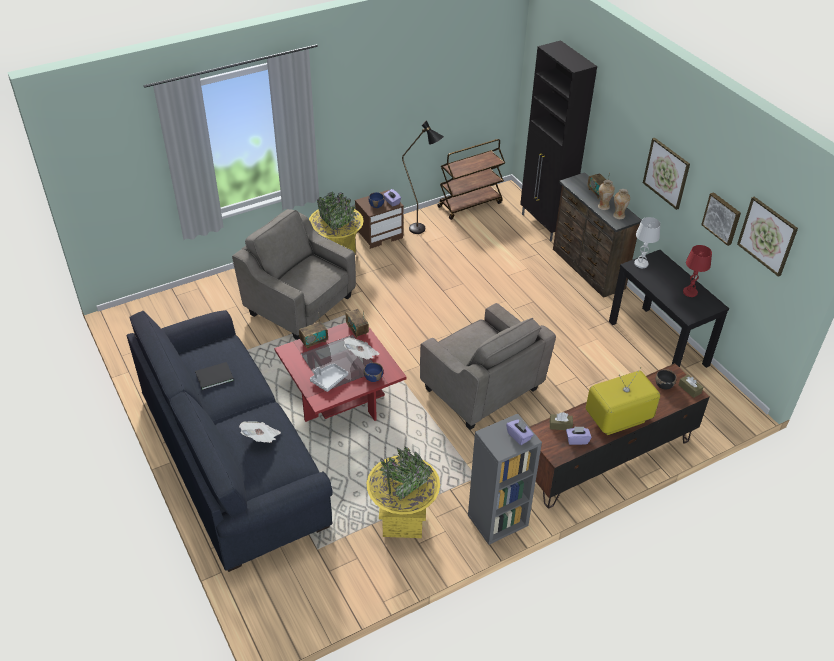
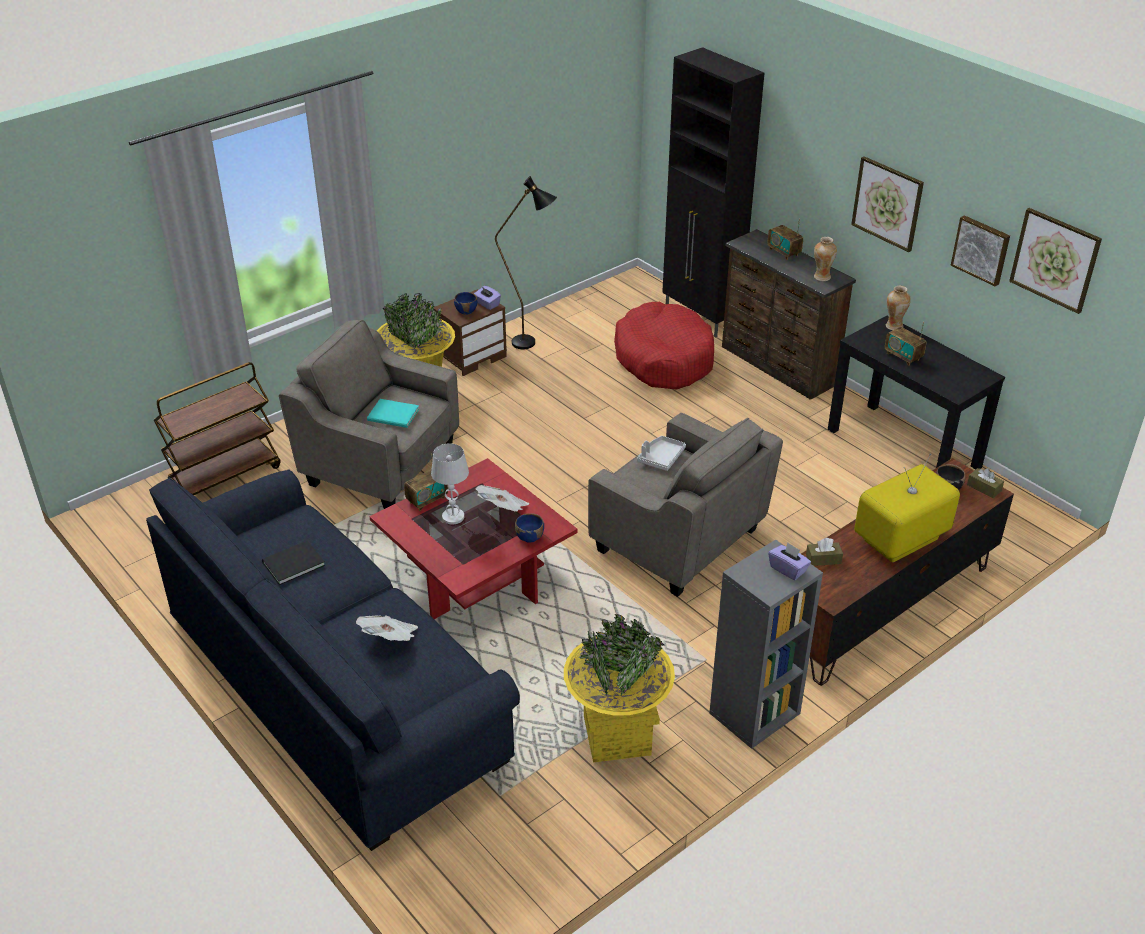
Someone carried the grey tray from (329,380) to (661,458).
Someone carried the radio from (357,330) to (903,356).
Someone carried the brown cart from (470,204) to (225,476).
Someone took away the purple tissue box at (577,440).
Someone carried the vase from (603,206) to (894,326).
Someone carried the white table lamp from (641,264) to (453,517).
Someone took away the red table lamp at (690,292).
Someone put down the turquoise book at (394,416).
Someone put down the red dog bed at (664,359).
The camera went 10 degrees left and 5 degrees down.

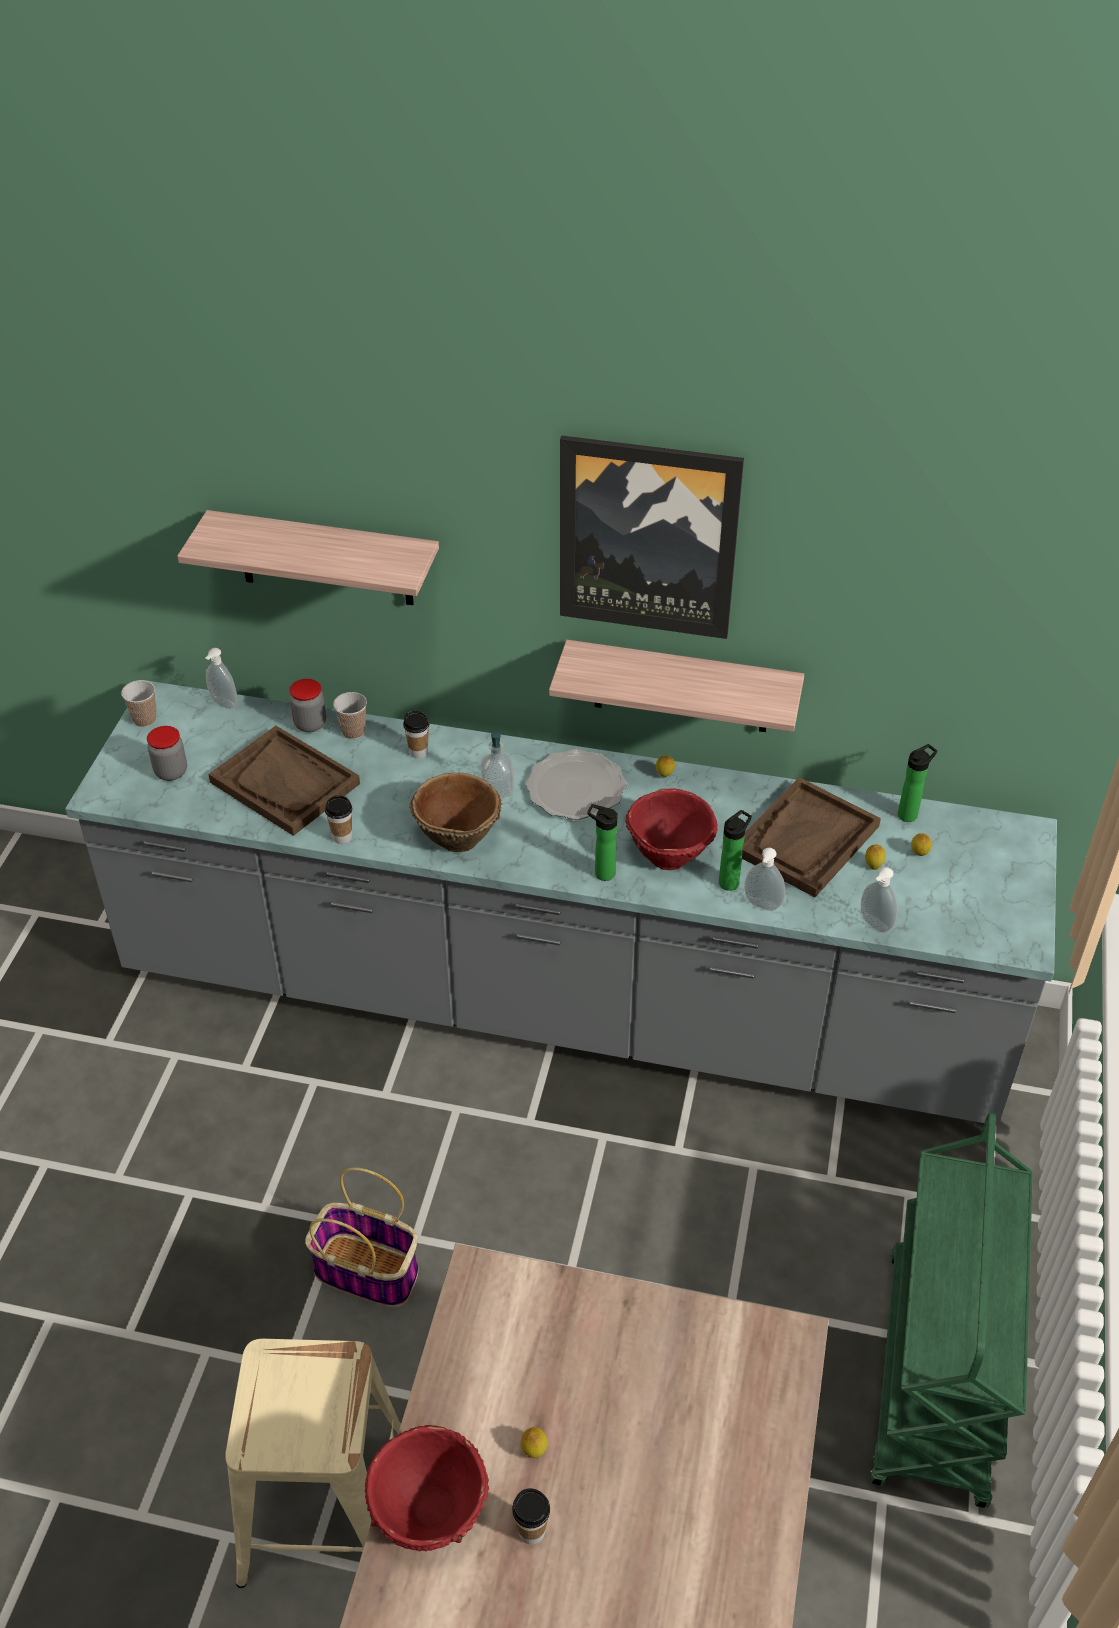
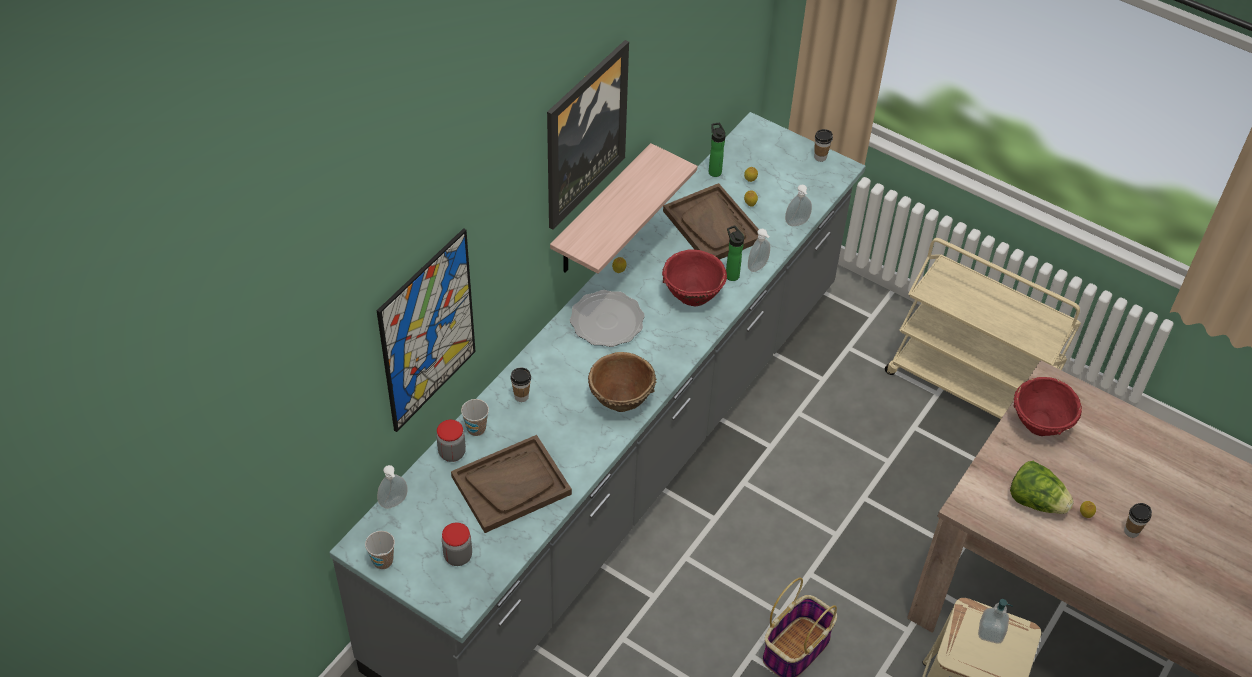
Someone swapped the shelf at (325,559) for the picture at (427,331).
Someone carried the cup from (342,837) to (820,157).
Someone carried the red bowl from (429,1512) to (1040,424).
Someone carried the soap dispenser from (497,788) to (990,632).
Someone took away the bottle at (601,872).
Someone repainted the green cart at (936,1378), which became the beige cart at (969,387).
Someone put down the lettuce at (1035,501).
The camera went 70 degrees left and 5 degrees up.

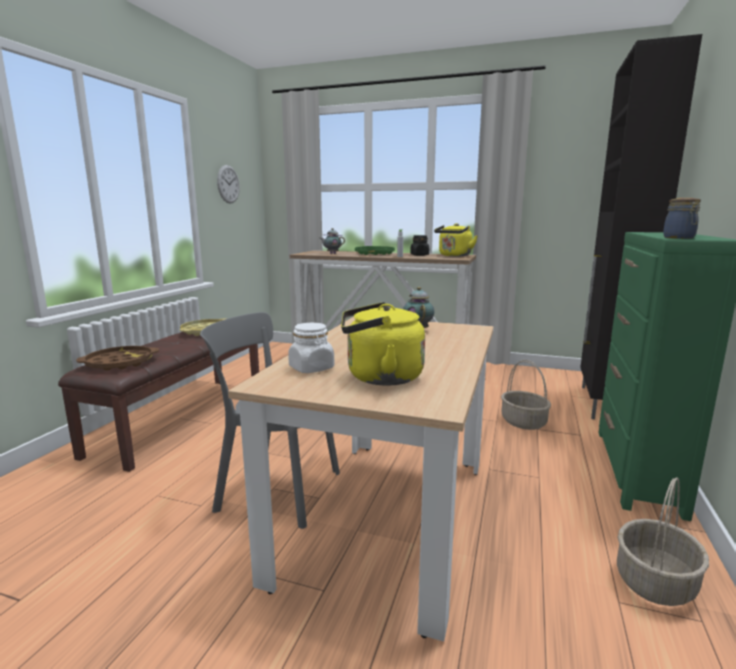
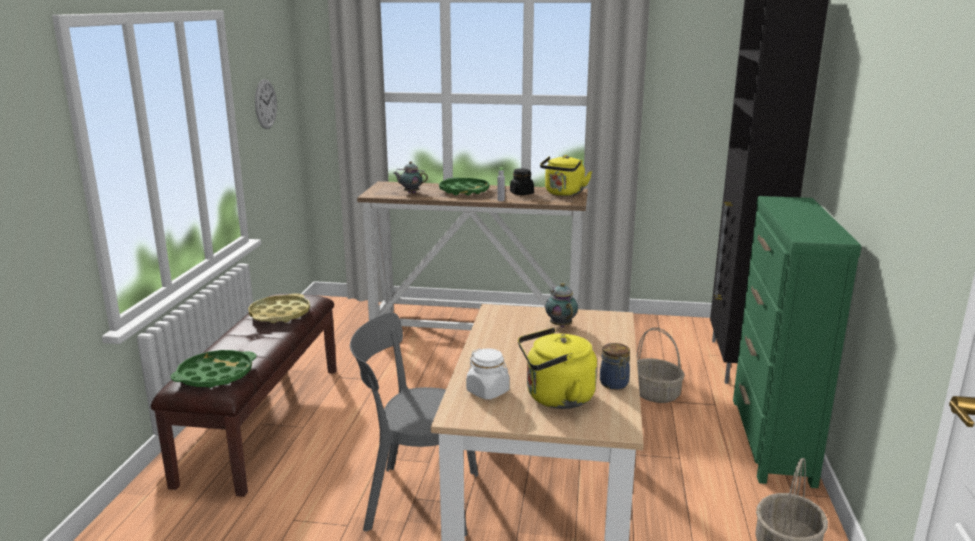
Someone repainted the brown tray at (120,363), which became the green tray at (215,375).
Someone carried the jar from (679,238) to (614,384).
The camera went 10 degrees left and 5 degrees up.

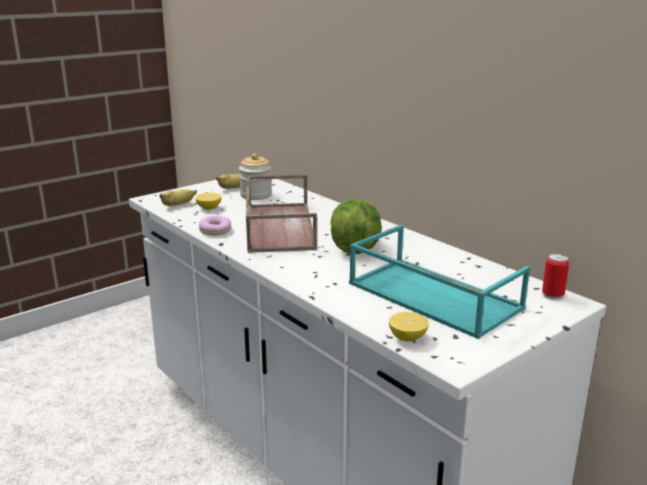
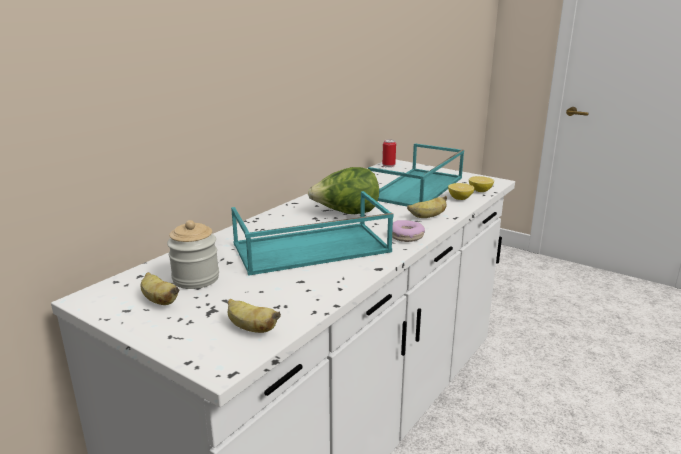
Someone carried the lemon from (209,208) to (460,198).
Someone carried the donut from (215,231) to (406,236).
Someone repainted the brown tray at (278,226), which became the turquoise tray at (310,249).
Someone put down the banana at (427,217).
The camera went 105 degrees left and 0 degrees up.

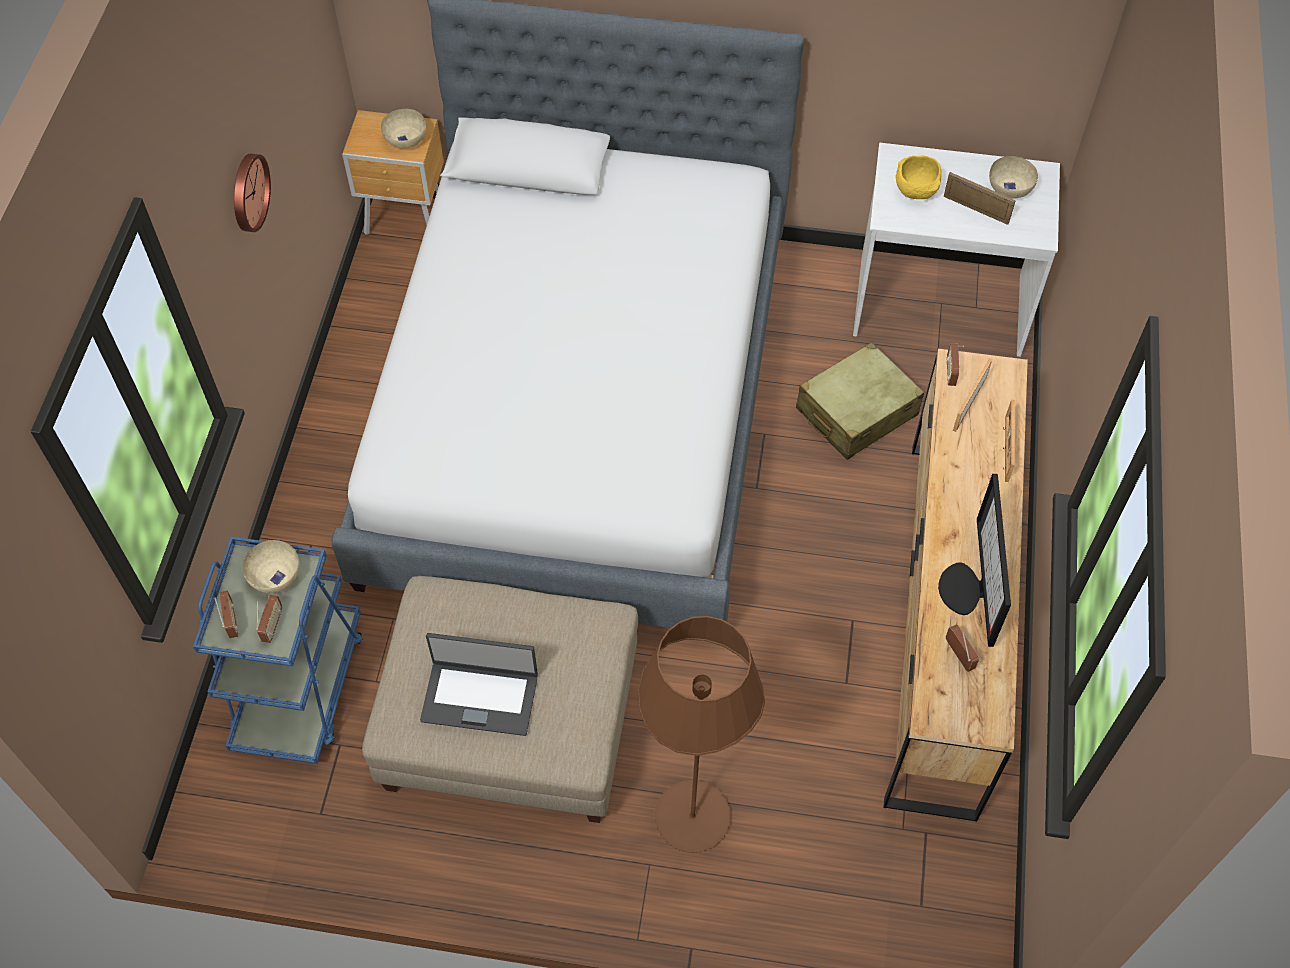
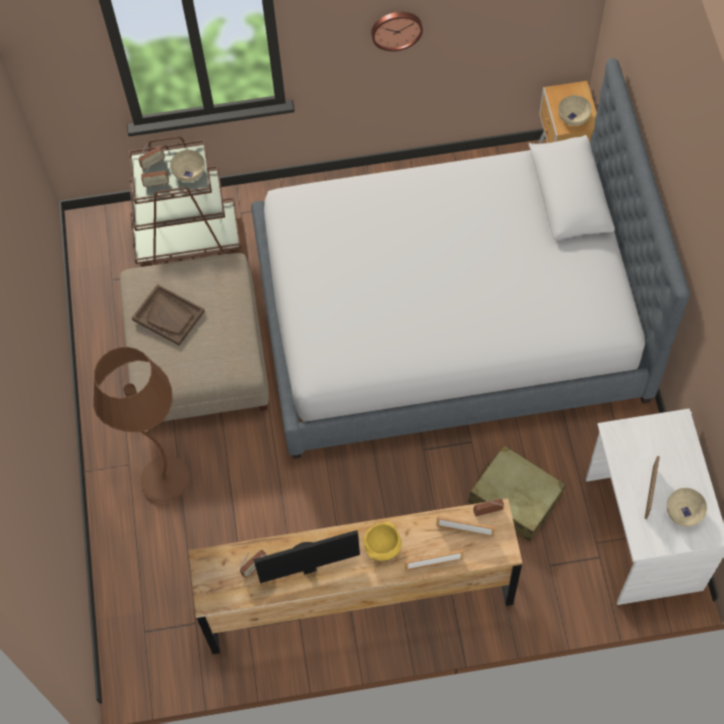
Someone repainted the blue cart at (299,686), which became the brown cart at (187,238).
Someone swapped the laptop at (480,697) for the brown tray at (169,316).
Someone carried the yellow bowl from (917,192) to (382,548).
The camera went 75 degrees right and 5 degrees up.

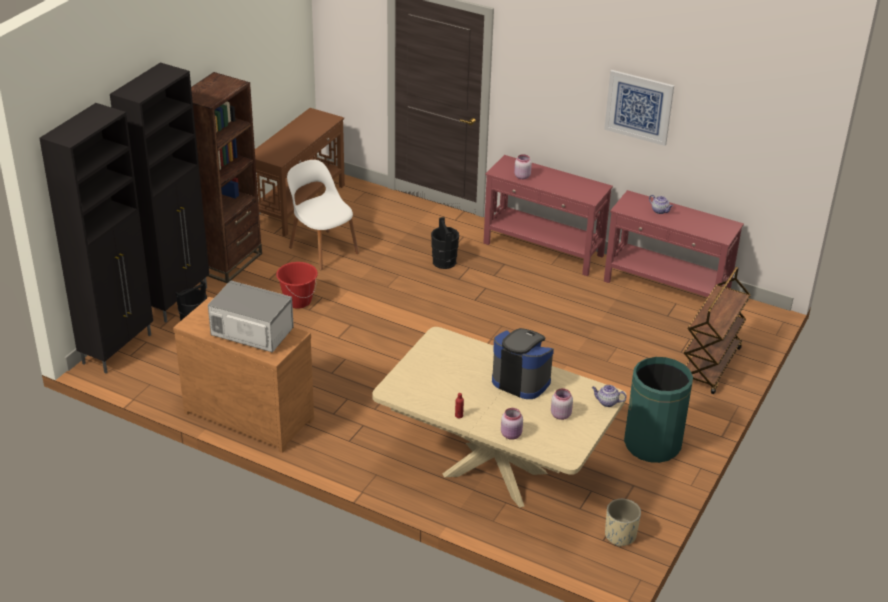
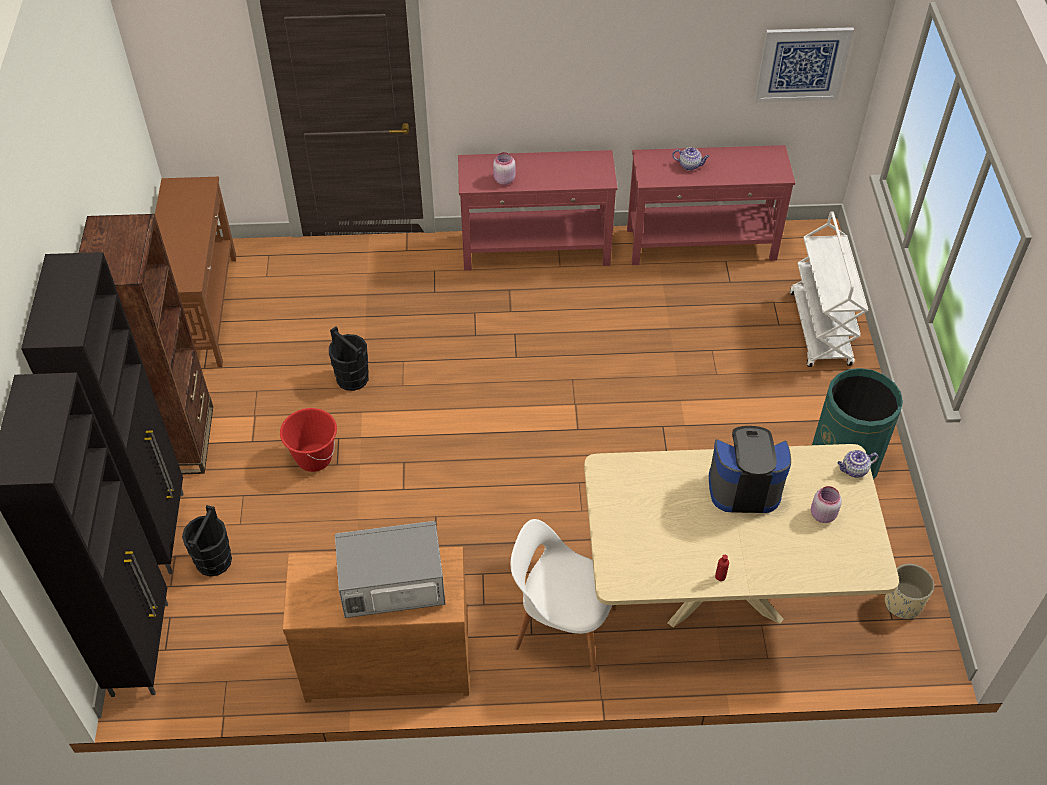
Someone carried the white chair from (322,249) to (562,626).
Someone carried the black bucket from (444,262) to (352,378).
Someone took away the pink jar at (511,435).
Someone carried the picture from (639,107) to (802,64).
Someone repainted the brown cart at (710,366), which became the white cart at (820,329).
The camera went 30 degrees left and 15 degrees up.

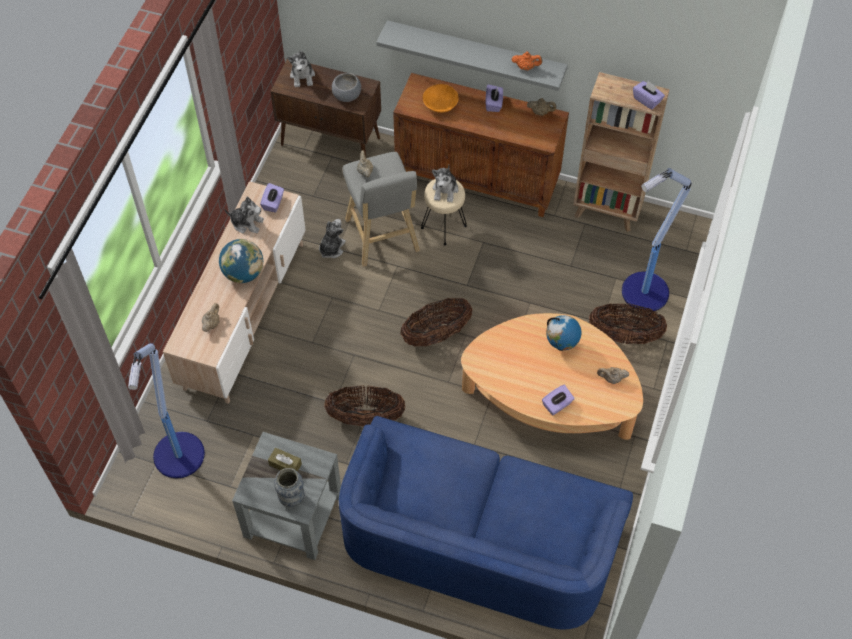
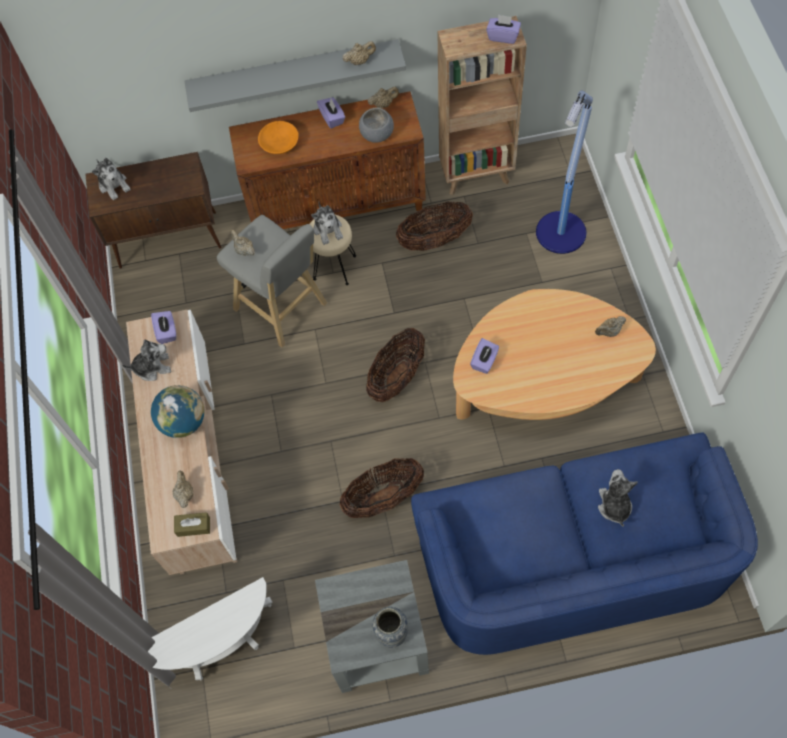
Someone swapped the floor lamp at (179,457) for the white side table at (221,647).
Someone carried the brown tissue box from (285,464) to (193,526).
Someone carried the plush toy from (331,248) to (614,505).
Someone carried the grey bowl from (347,95) to (377,134).
Someone repainted the orange teapot at (526,67), which became the beige teapot at (359,61).
Someone carried the purple tissue box from (557,405) to (484,361).
Someone took away the globe at (561,346).
Someone carried the basket from (624,336) to (434,240).
The camera went 25 degrees left and 5 degrees up.

